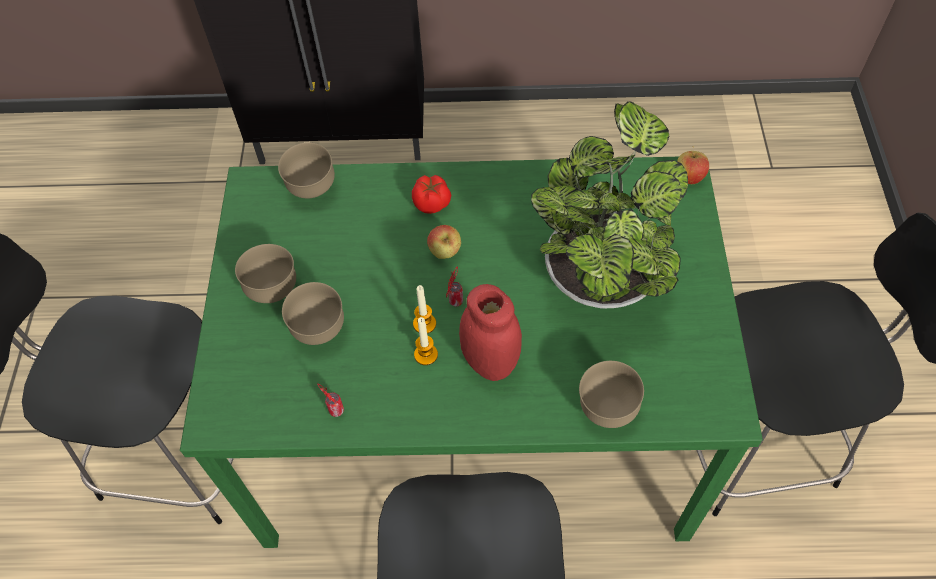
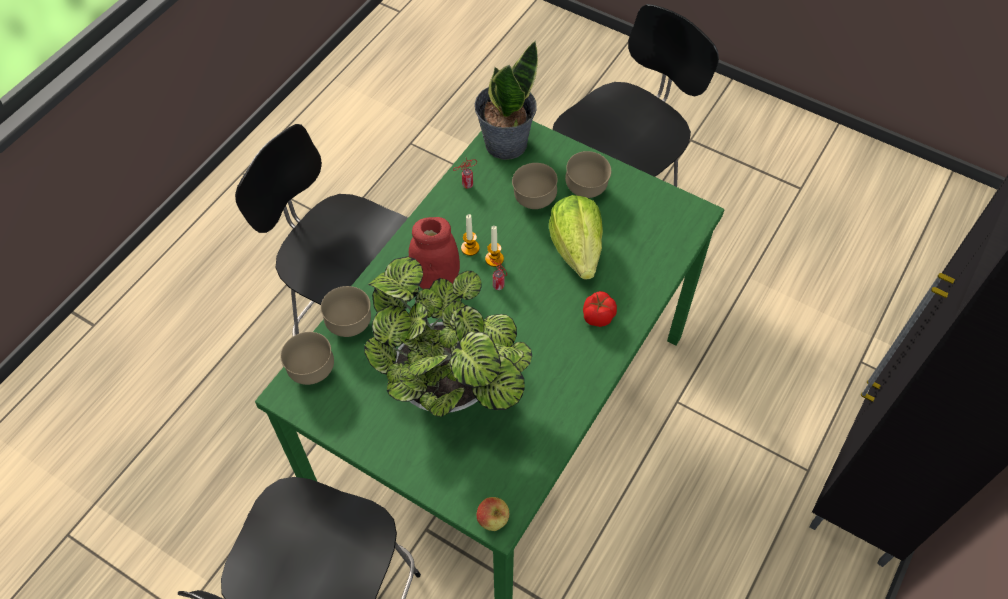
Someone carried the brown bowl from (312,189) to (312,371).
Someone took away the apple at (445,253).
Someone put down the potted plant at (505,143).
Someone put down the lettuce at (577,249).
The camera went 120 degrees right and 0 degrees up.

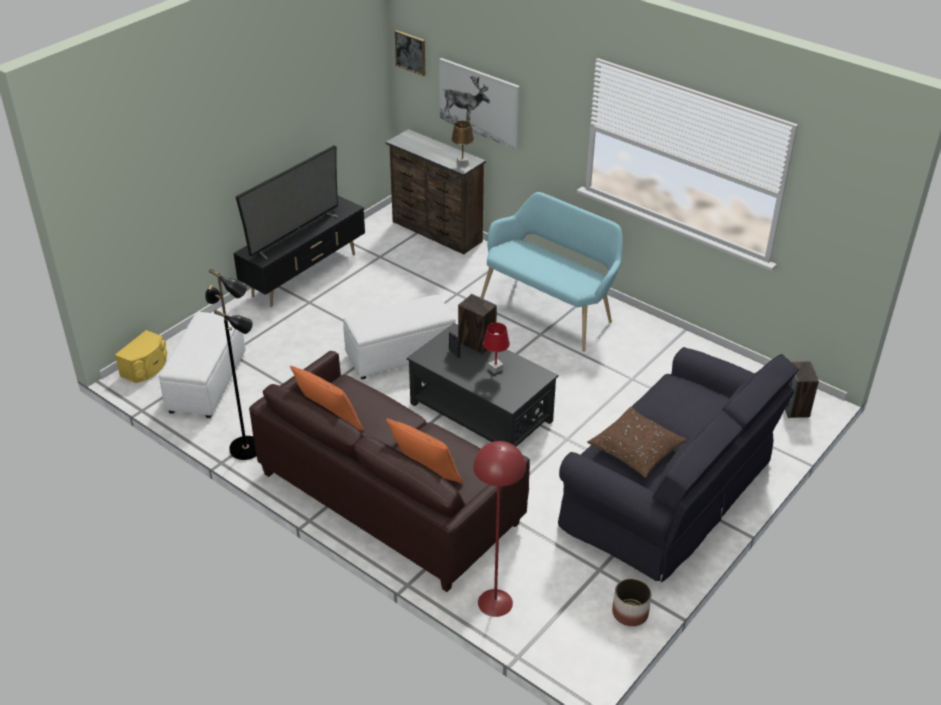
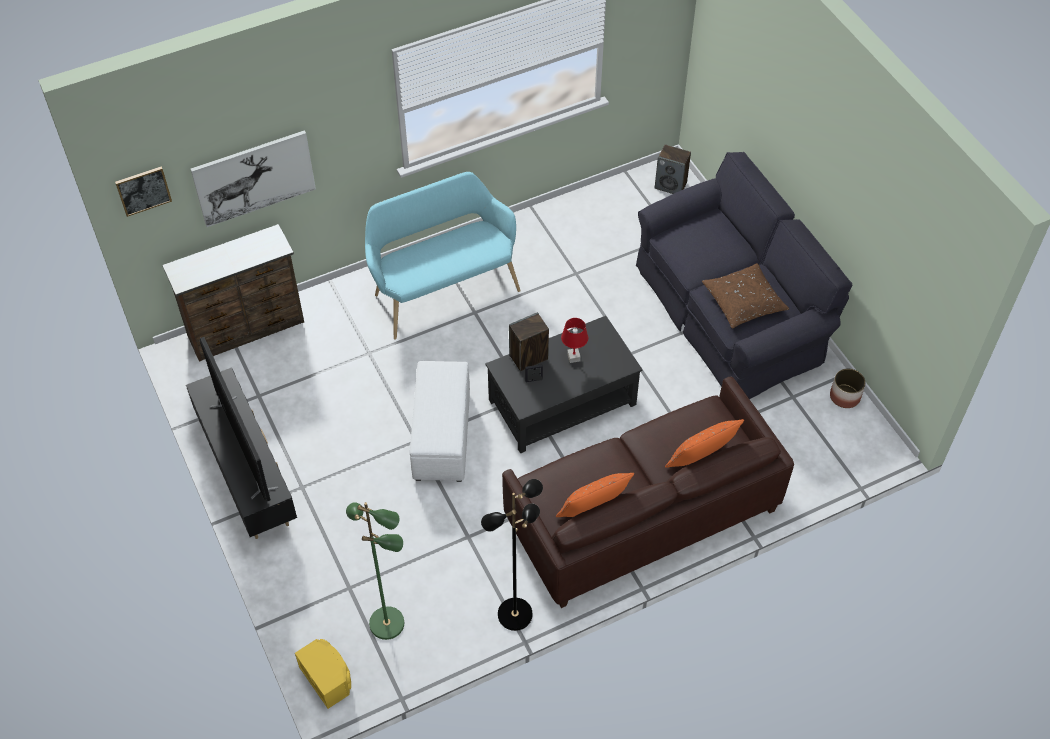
Someone swapped the white ottoman at (207,382) for the green floor lamp at (388,622).
Someone took away the brown table lamp at (462,163).
Someone took away the red floor lamp at (494,602).
The camera went 65 degrees left and 15 degrees up.

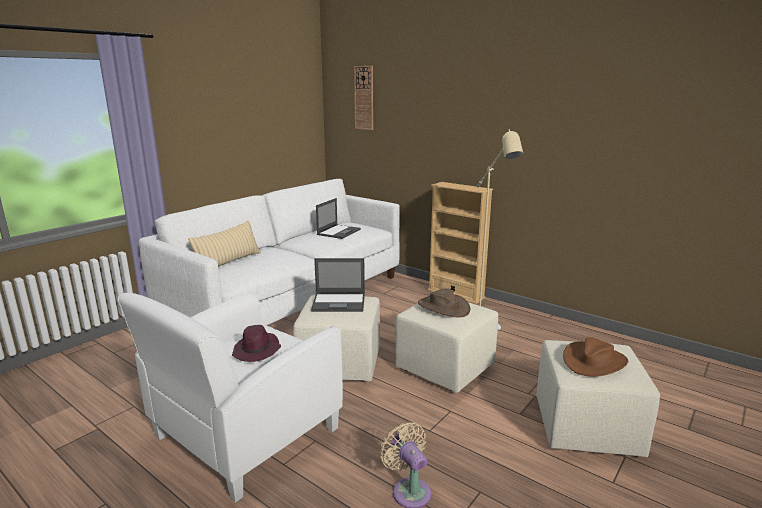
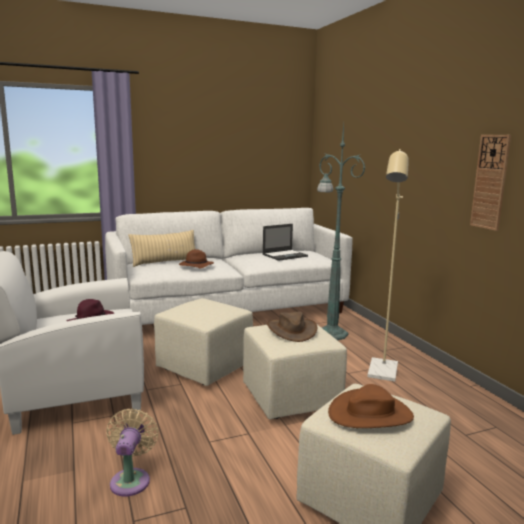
Someone took away the laptop at (339,303).
Someone carried the wall clock from (364,98) to (490,182).
Someone took away the beige bookcase at (456,294).
Someone put down the brown hat at (195,266).
Someone put down the green floor lamp at (330,333).
The camera went 30 degrees right and 5 degrees down.

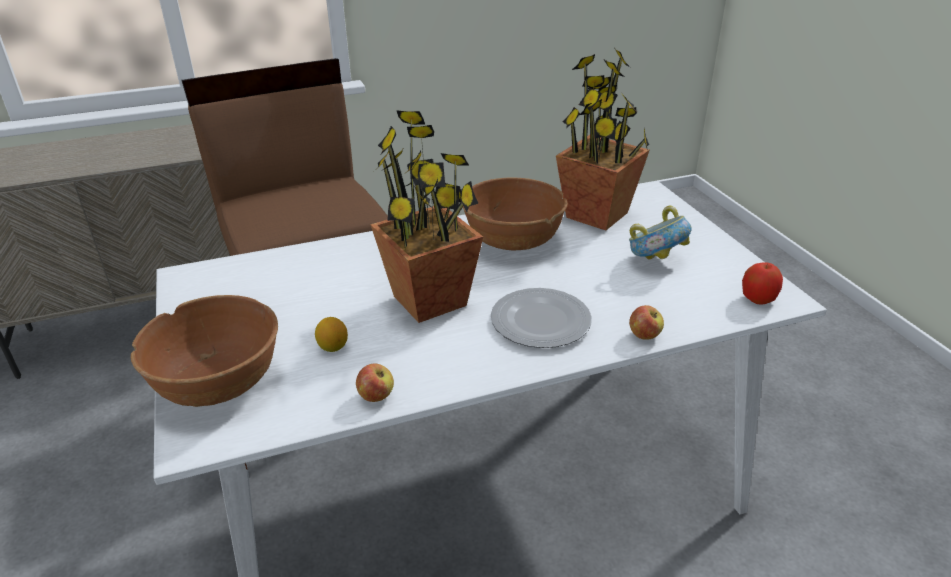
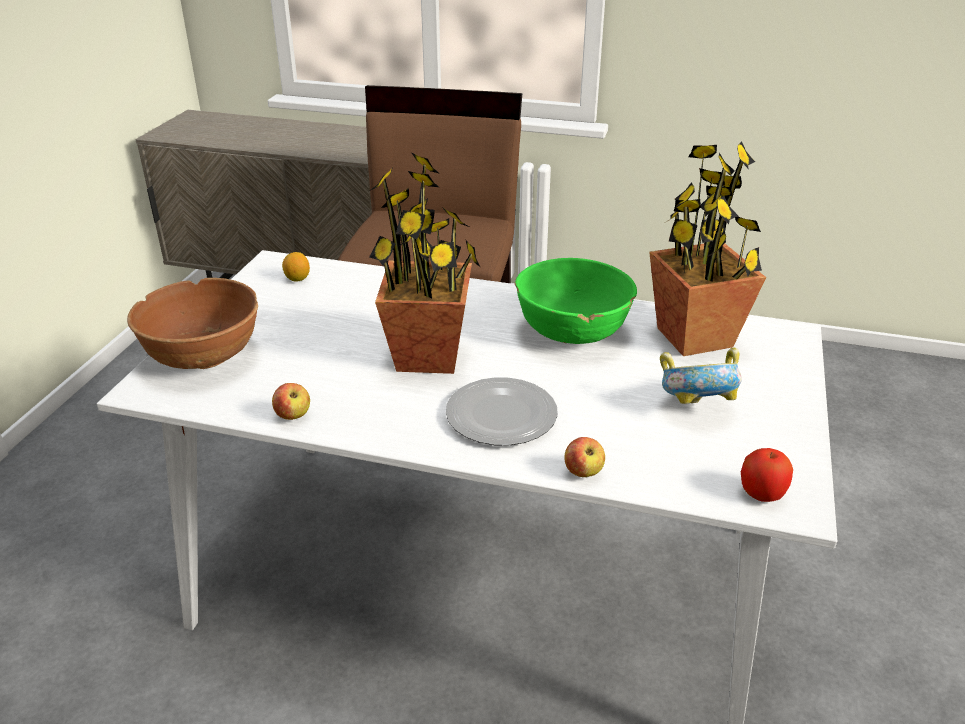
Someone carried the lemon from (333,347) to (297,279).
Someone repainted the brown bowl at (513,240), which became the green bowl at (572,331).
The camera went 35 degrees right and 0 degrees up.

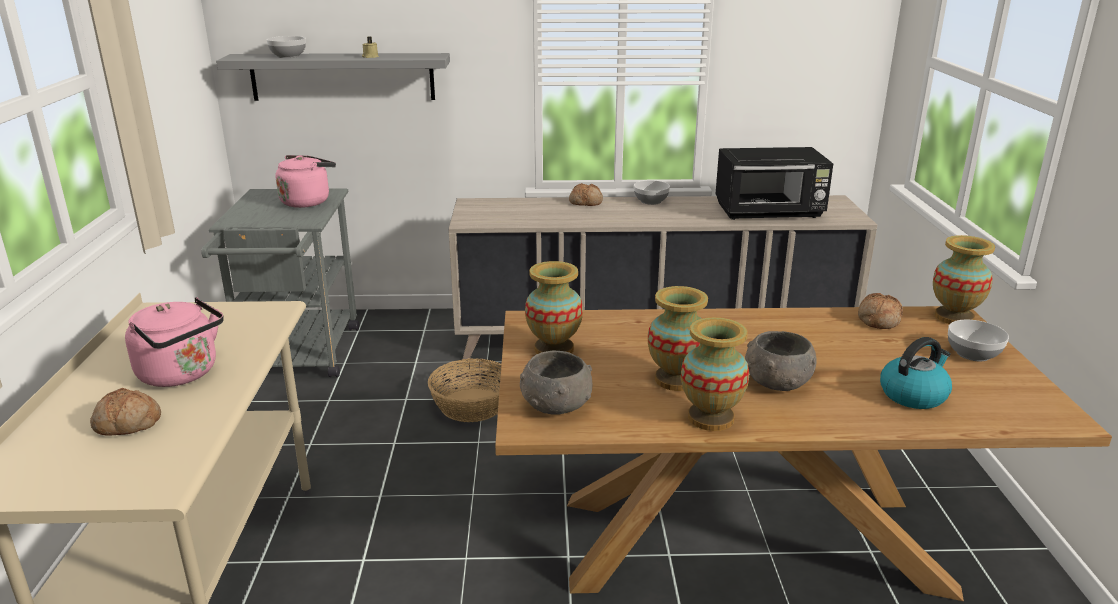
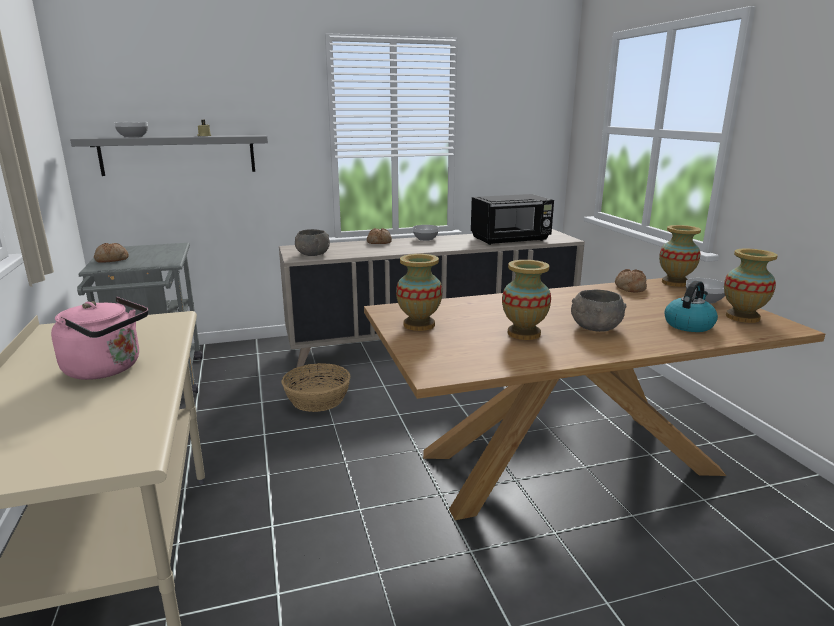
Someone carried the bread from (127,424) to (111,260).
Someone took away the pink kettle at (307,201).
Someone carried the grey bowl from (555,405) to (312,254).
Someone carried the vase from (711,418) to (742,317).
The camera went 15 degrees left and 5 degrees down.

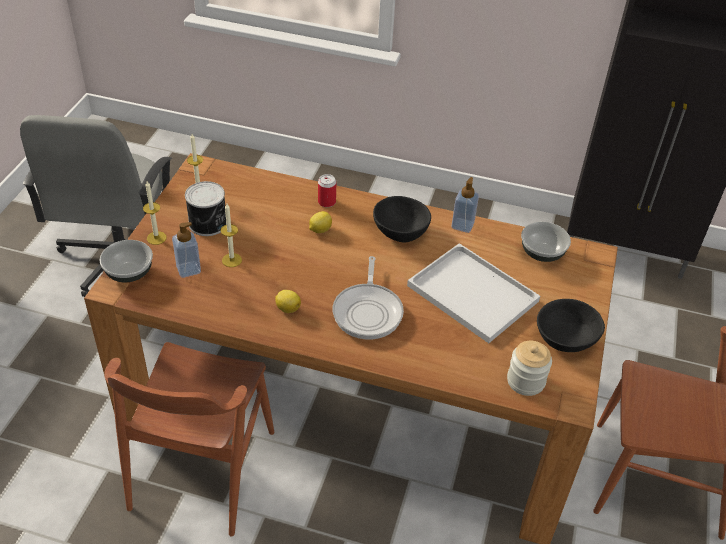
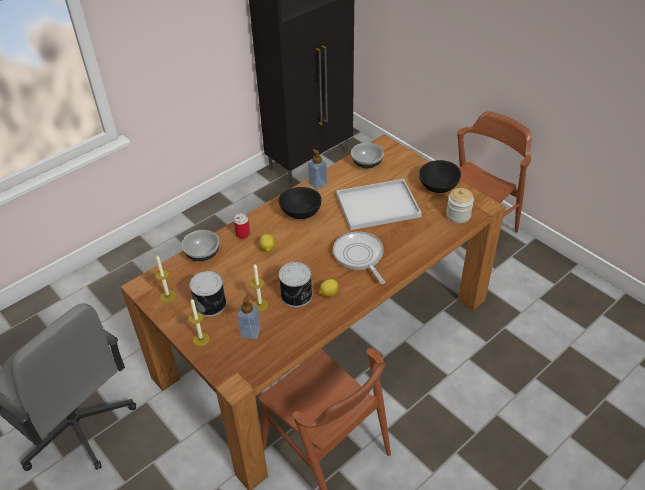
Someone carried the bowl from (129,272) to (202,254).
Someone rotated the frying pan at (368,311) by 150 degrees counterclockwise.
Someone put down the can at (297,295).
The camera went 55 degrees left and 0 degrees up.

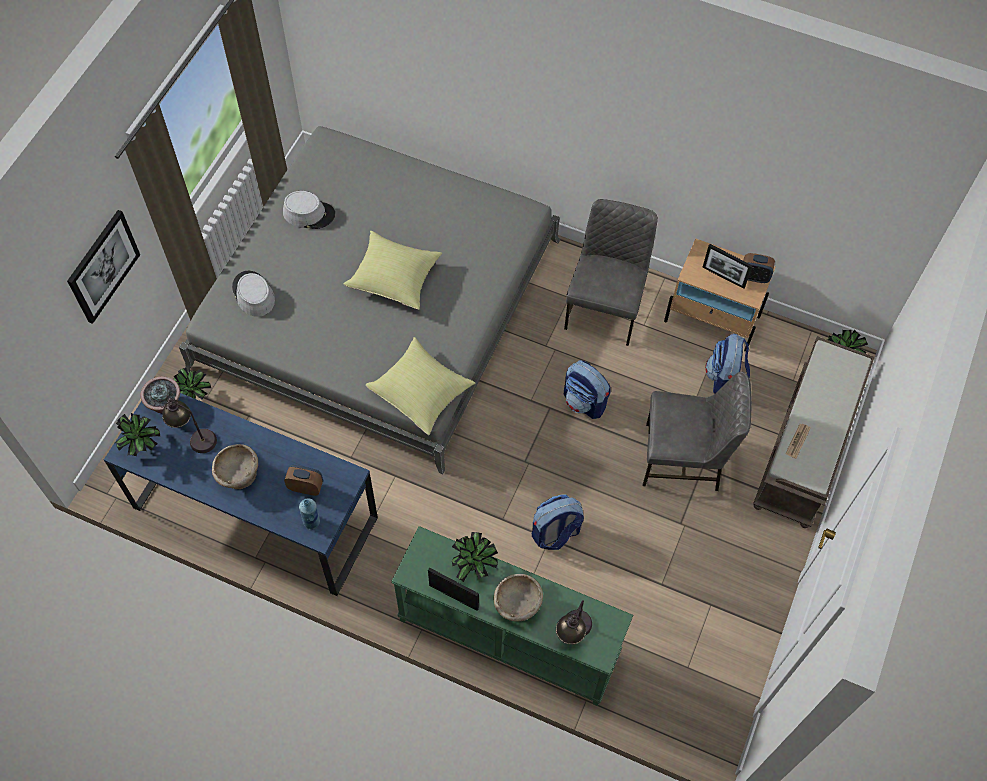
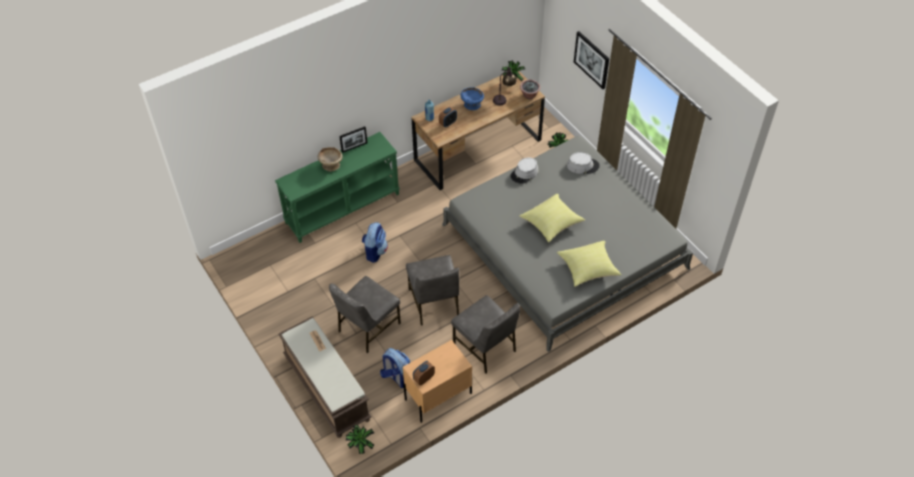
Someone repainted the blue desk at (255,512), which became the brown desk at (478,150).
Someone repainted the beige bowl at (239,476), which became the blue bowl at (472,105).
Someone carried the grey hat from (309,213) to (524,173).
Someone carried the yellow pillow from (422,393) to (587,269).
Someone took away the potted plant at (474,565).
Someone took away the table lamp at (573,633).
Someone swapped the backpack at (585,402) for the grey chair at (434,303).
Someone took away the picture frame at (723,277).
The camera went 125 degrees right and 10 degrees down.

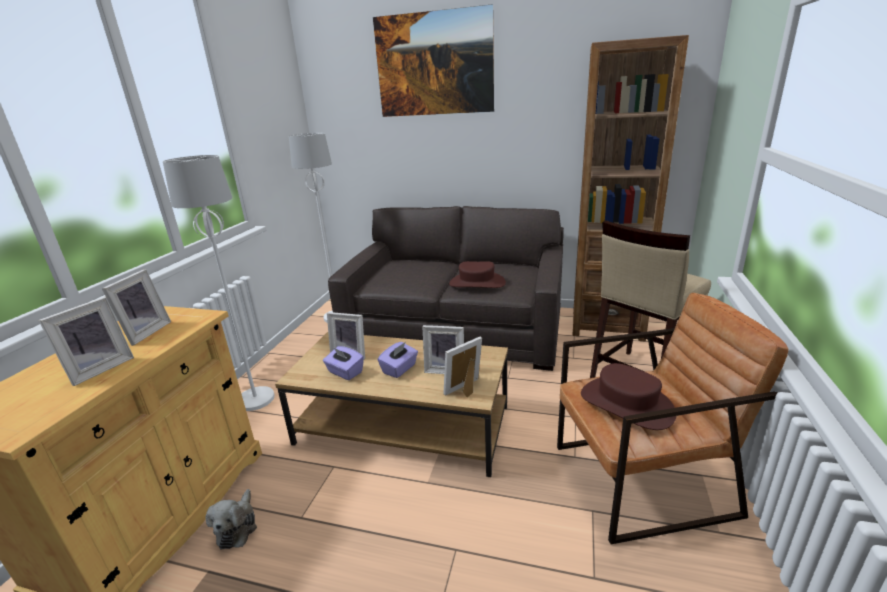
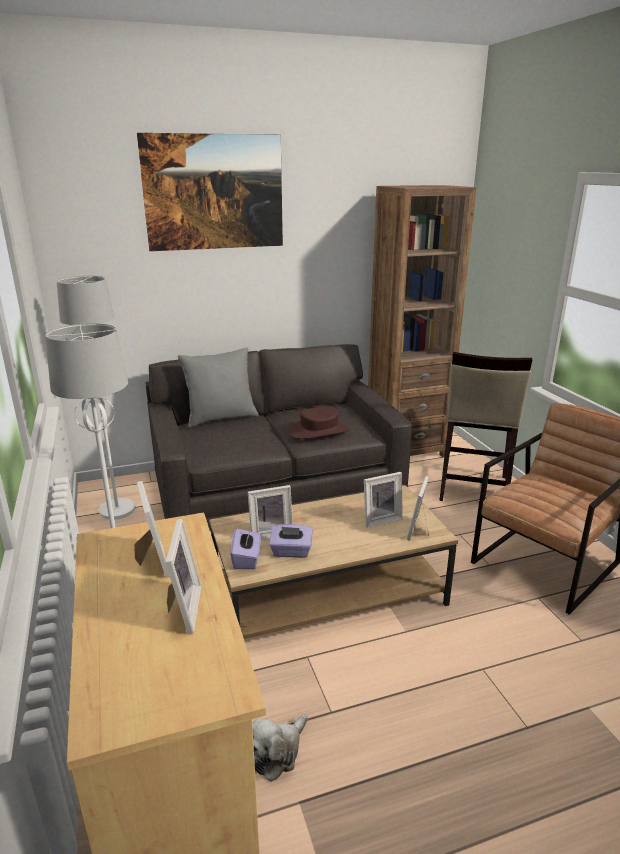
Someone rotated the plush toy at (237,526) by 75 degrees clockwise.
Someone carried the purple tissue box from (399,369) to (247,559).
Someone took away the brown hat at (626,403).
Someone put down the grey pillow at (221,418).
The camera went 35 degrees left and 0 degrees up.

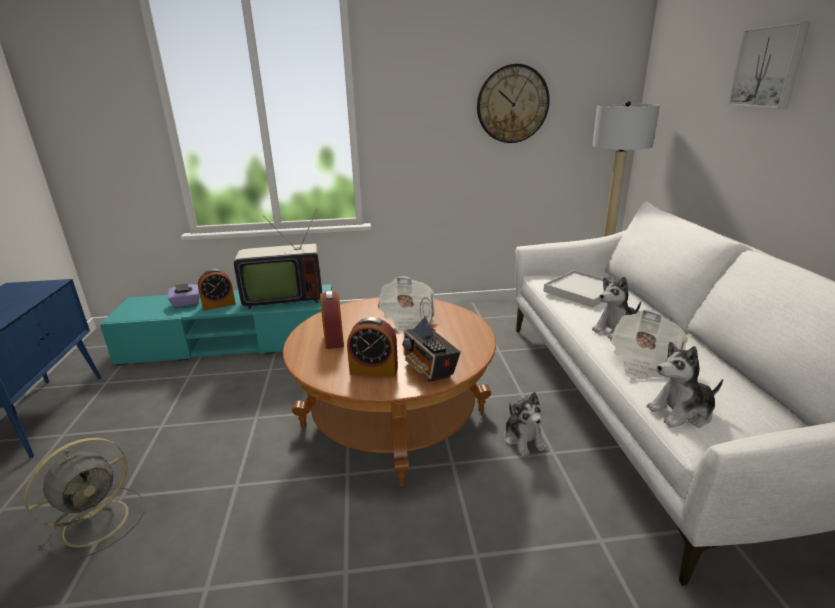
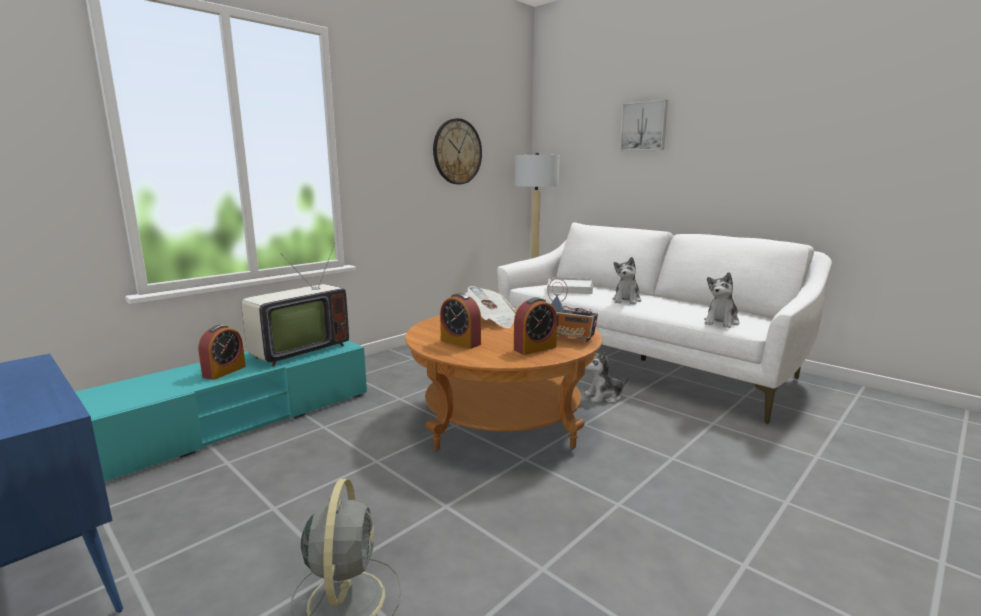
Someone took away the purple tissue box at (186,303).
Someone rotated the plush toy at (523,439) by 135 degrees clockwise.
Someone took away the newspaper at (643,362).
The camera went 40 degrees left and 10 degrees down.

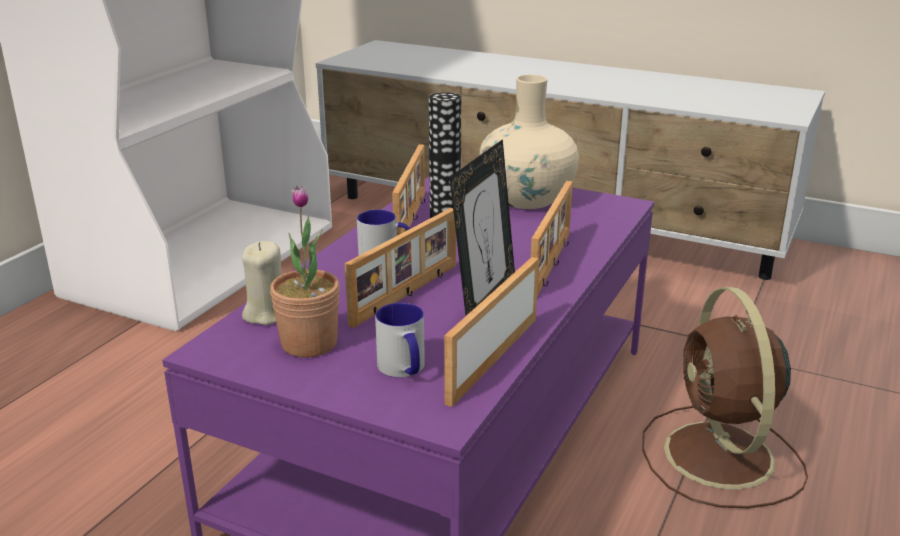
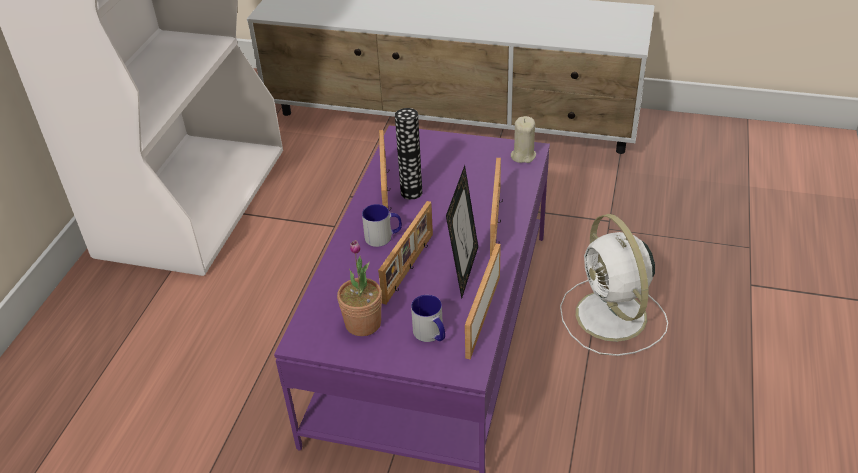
Someone carried the beige candle from (266,314) to (523,155).
Someone took away the beige vase at (527,199).
Someone repainted the brown fan at (720,458), which became the white fan at (612,318).
The camera went 10 degrees left and 15 degrees up.

